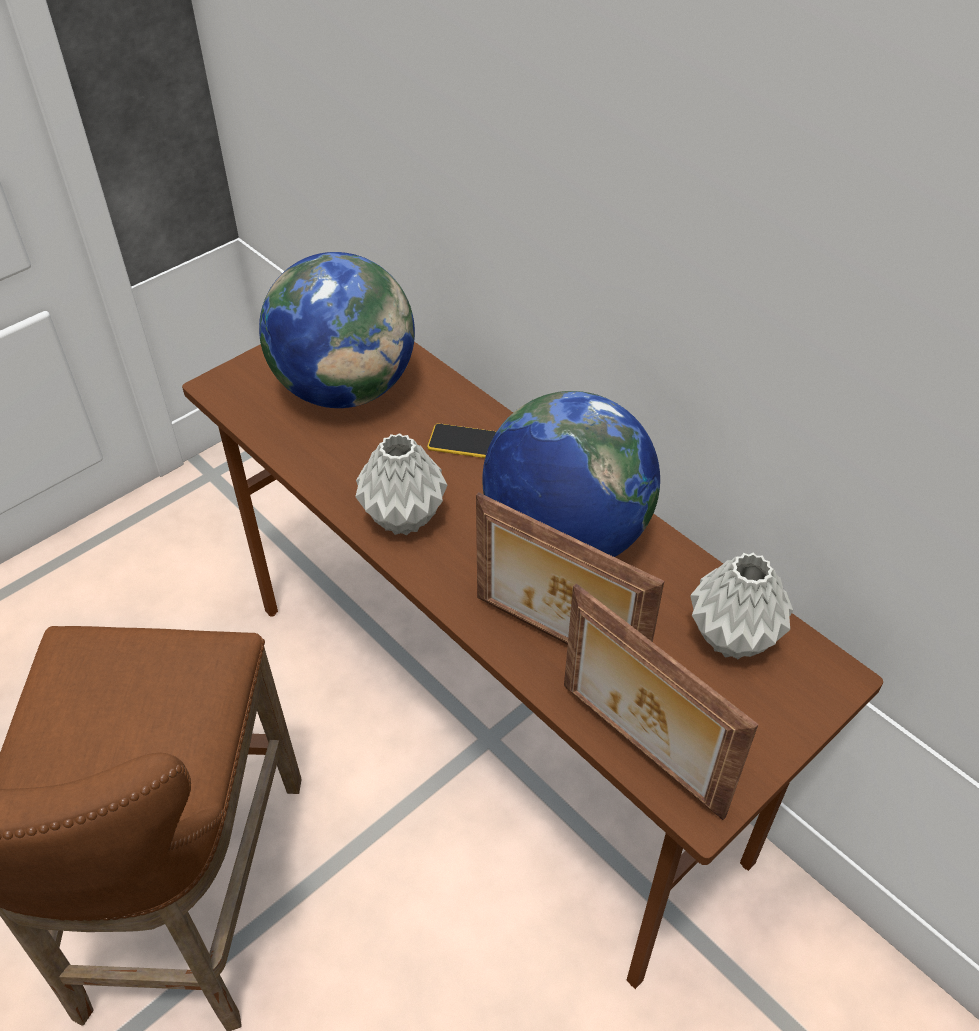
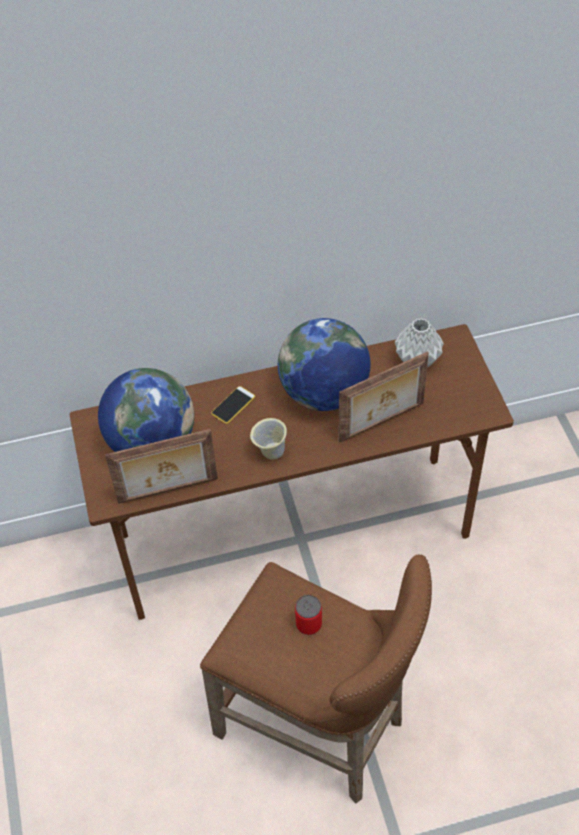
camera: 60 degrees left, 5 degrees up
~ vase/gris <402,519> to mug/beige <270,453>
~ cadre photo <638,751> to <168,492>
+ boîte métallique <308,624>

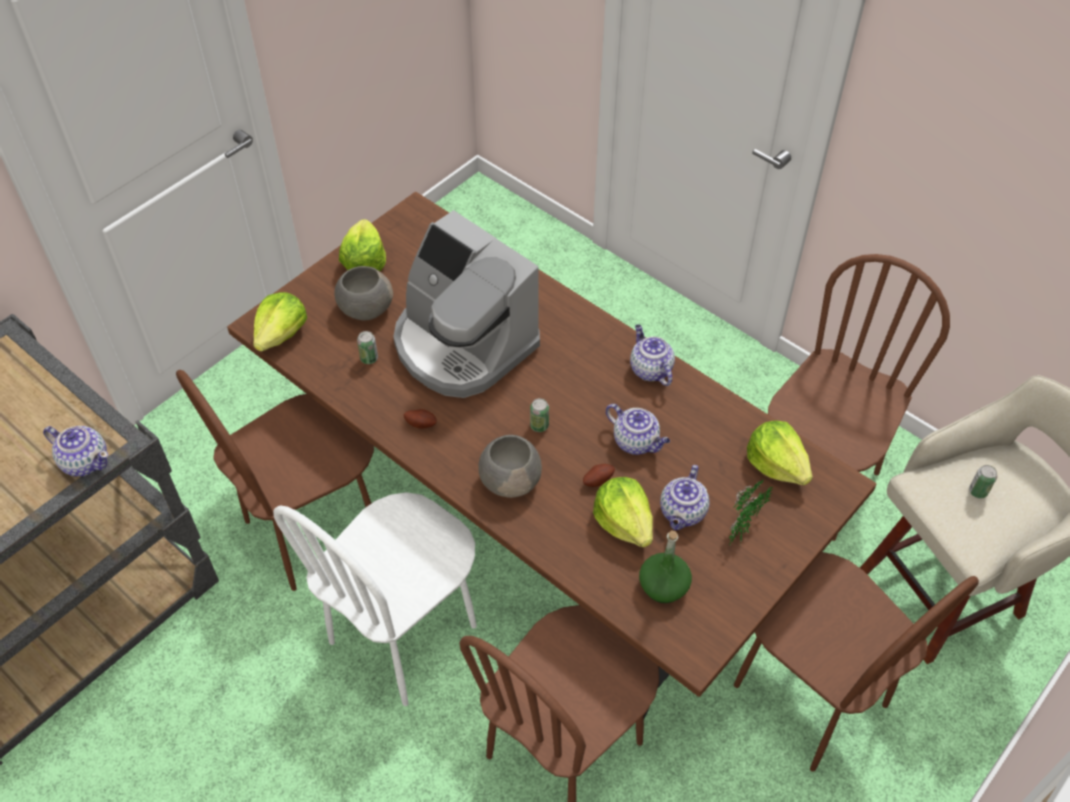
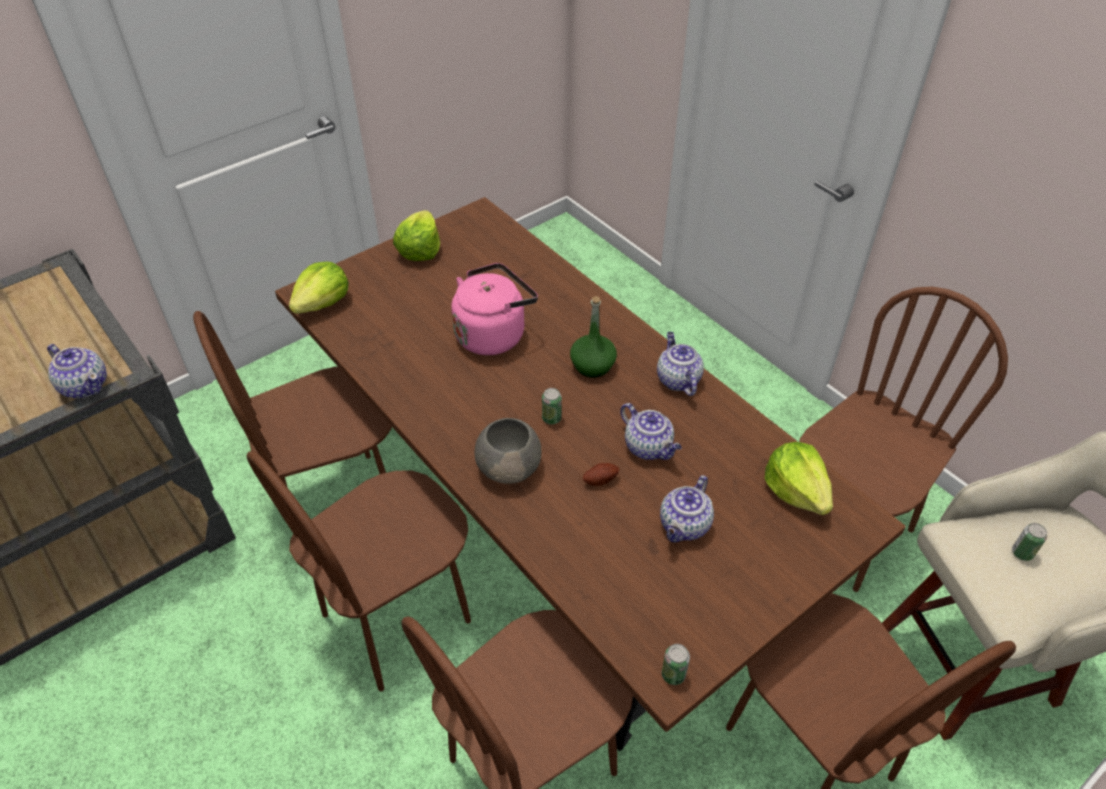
camera: 10 degrees right, 5 degrees down
~ chaise/blanc <404,635> to chaise/marron <397,619>
- bol/gris <365,308>
~ boîte métallique <369,358> to <673,674>
~ machine à café <462,345> to bouilloire/rose <493,334>
- pomme de terre <421,423>
- laitue <624,522>
~ bouteille/vert <664,586> to <593,366>
- plante en pot <742,527>

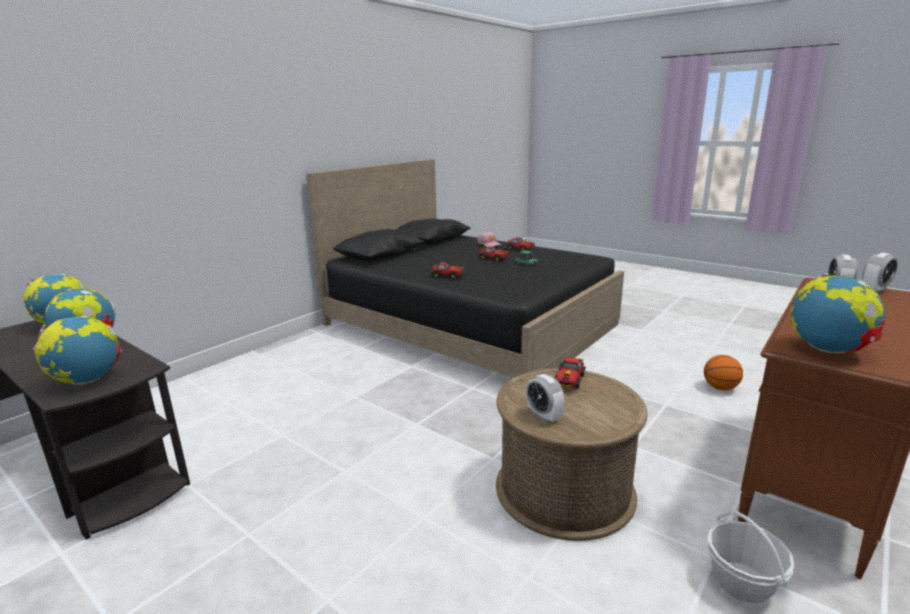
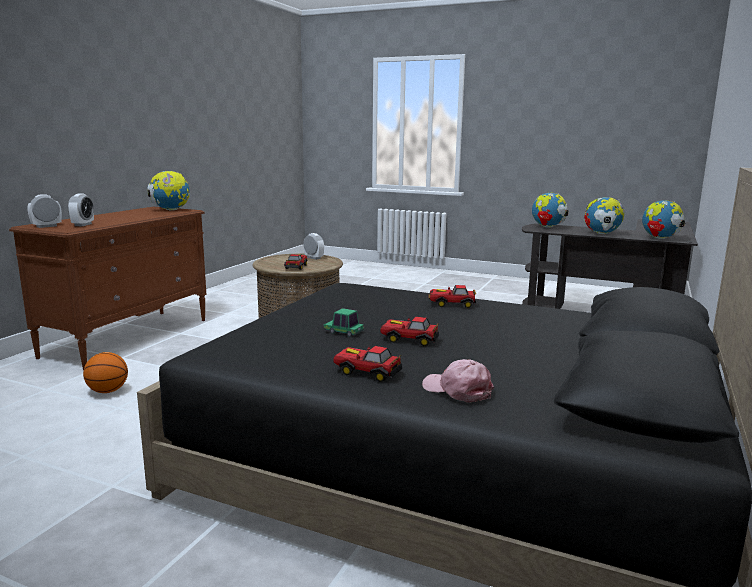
camera: 165 degrees right, 5 degrees down
- panier <742,582>

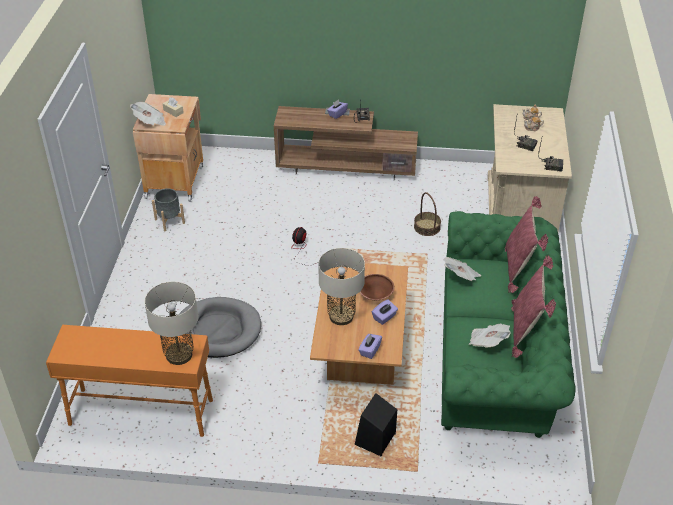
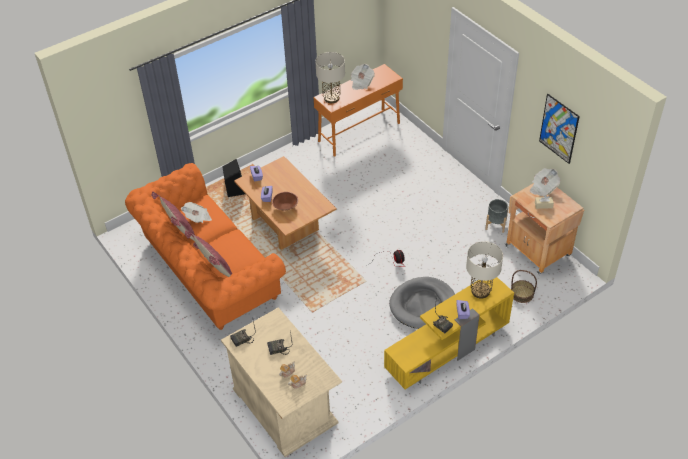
camera: 140 degrees right, 5 degrees up
~ panier pour chien/gris <217,330> to <422,305>
~ meuble télé/marron <347,167> to meuble télé/jaune <446,348>
~ lampe de table <341,316> to <480,291>
~ panier <427,227> to <522,294>
~ canapé/vert <497,356> to canapé/orange <208,271>
~ journal <461,276> to <361,83>
+ tableau <559,128>

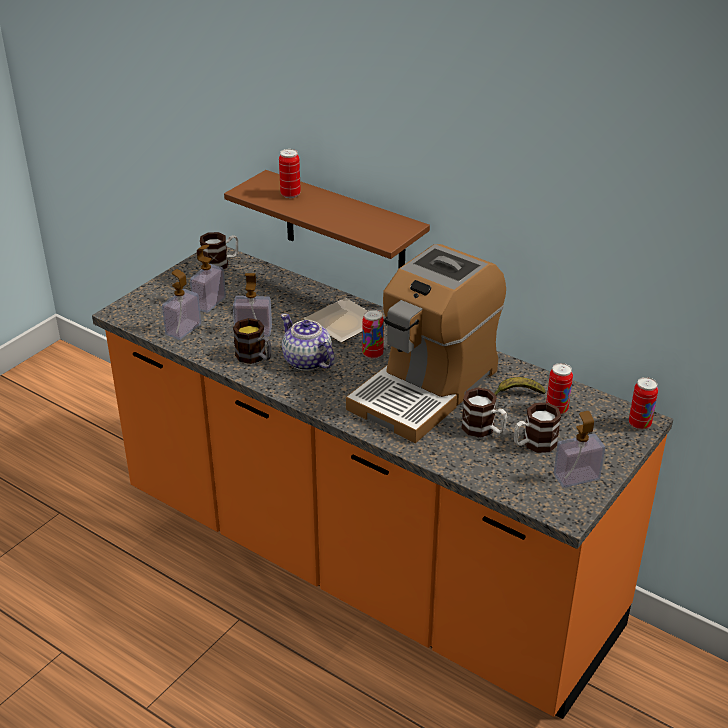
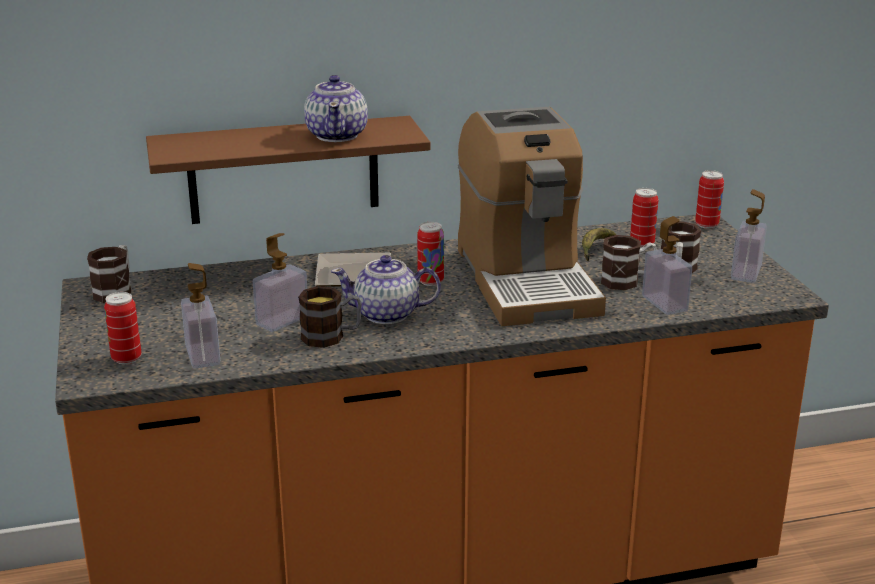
camera: 50 degrees left, 10 degrees down
~ distributeur de savon <209,303> to <664,303>
~ boîte métallique <290,194> to <126,358>
+ théière <337,135>

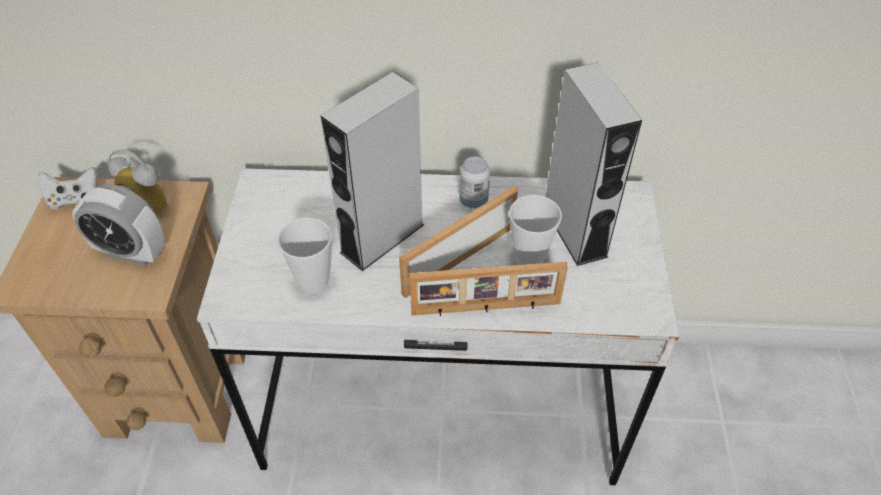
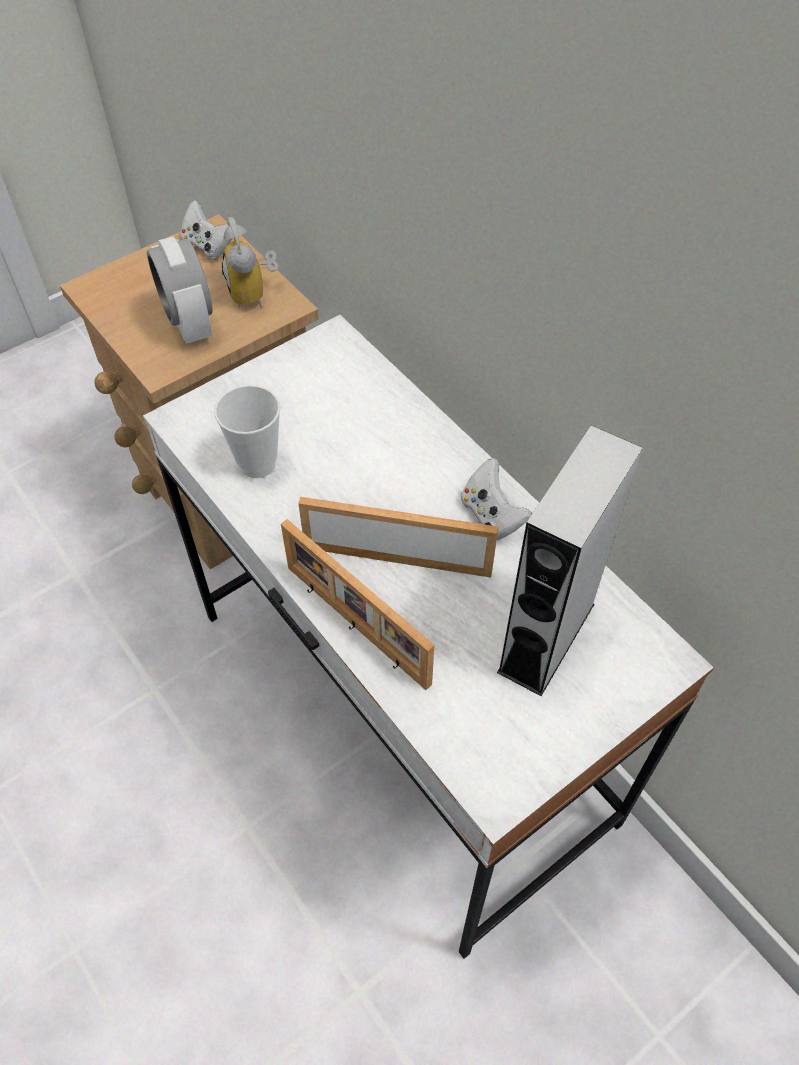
camera: 50 degrees right, 5 degrees up
- enceinte/gris <382,238>
~ boîte métallique <473,200> to manette/blanc <491,516>
- tasse <529,258>

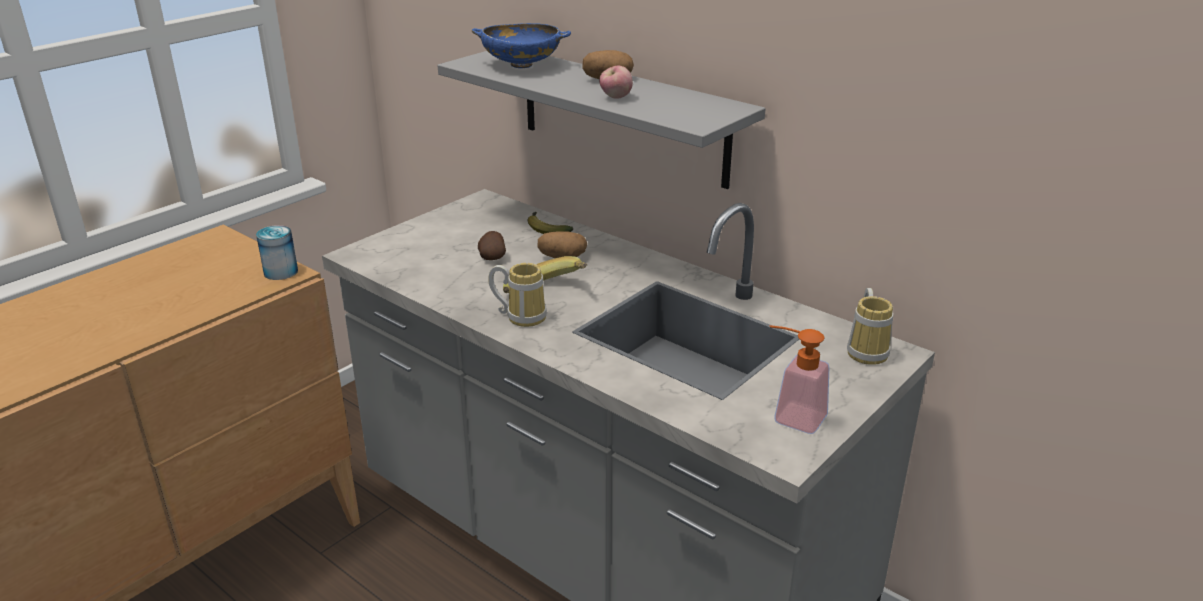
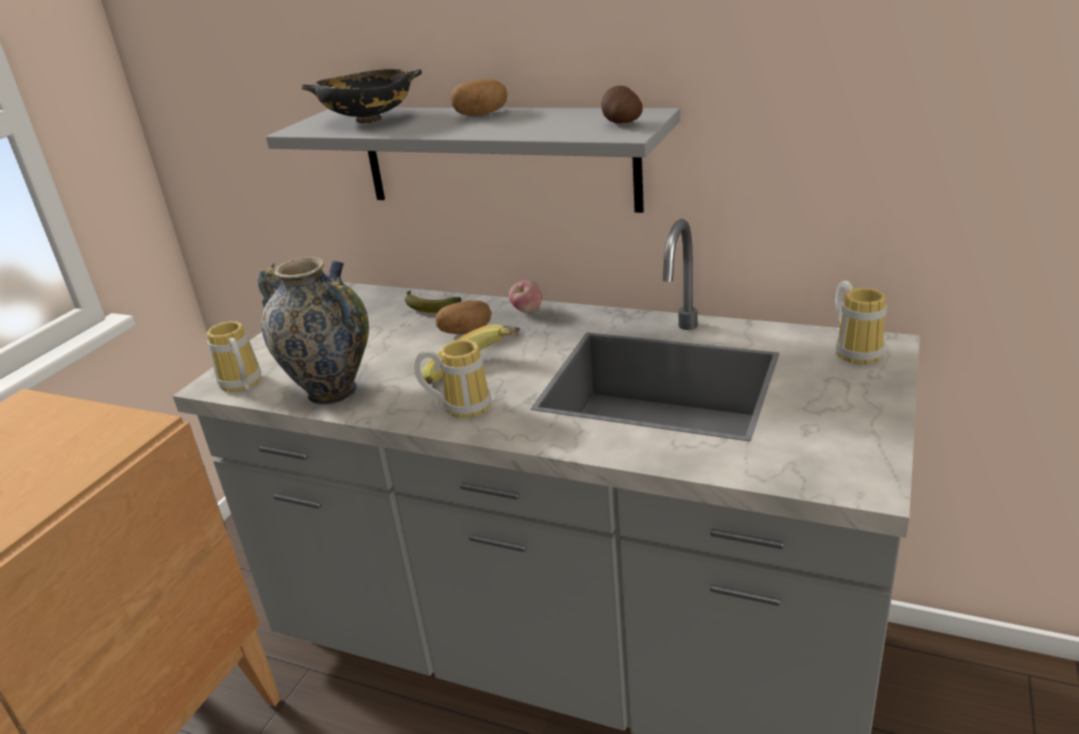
camera: 15 degrees left, 0 degrees up
- boîte métallique <281,272>
~ bol/bleu <521,65> to bol/noir <369,120>
~ pomme de terre <492,257> to <620,123>
~ pomme <616,98> to <527,311>
- distributeur de savon <791,416>
+ mug <240,385>
+ vase <331,391>

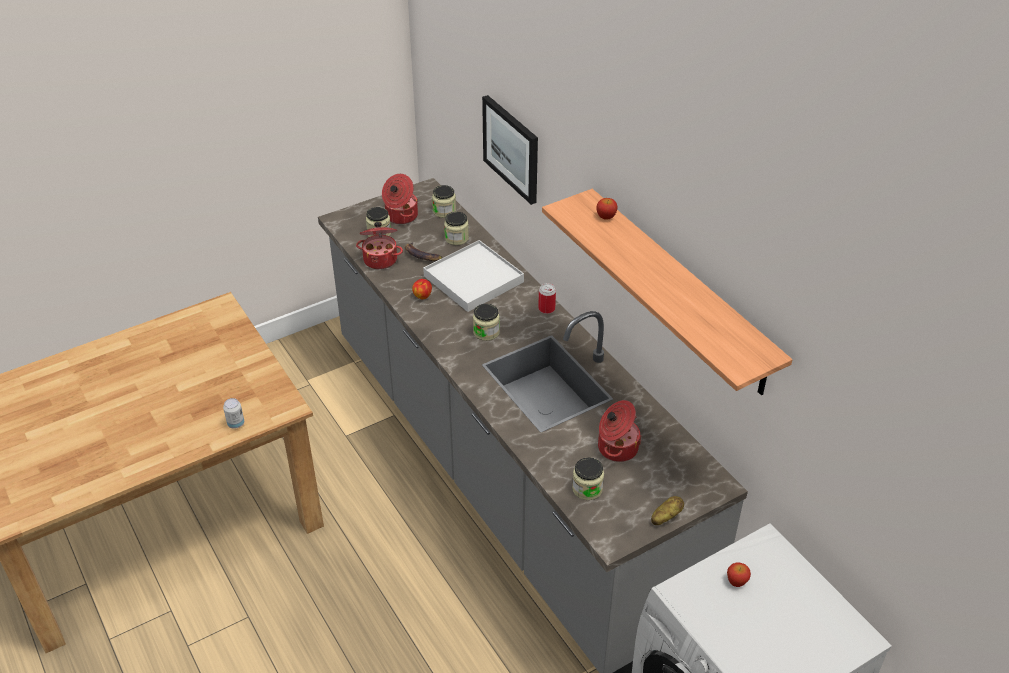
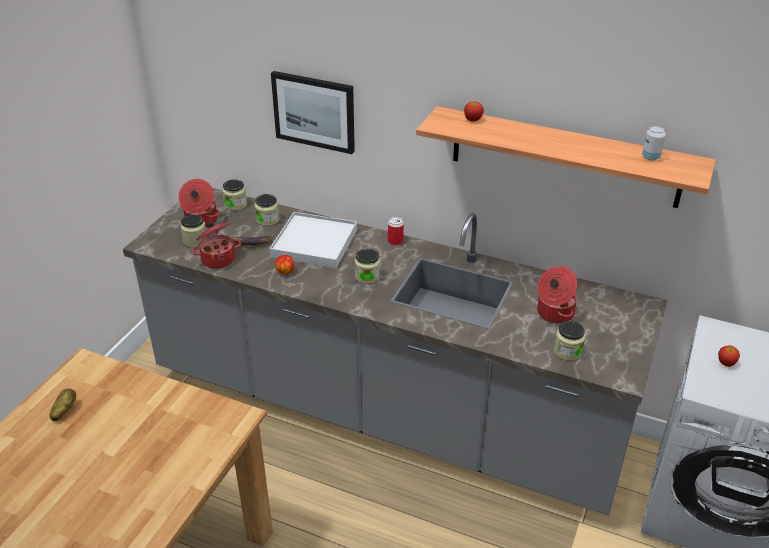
camera: 35 degrees left, 5 degrees down
~ boîte métallique <236,424> to <650,157>
~ pomme de terre <665,517> to <64,411>

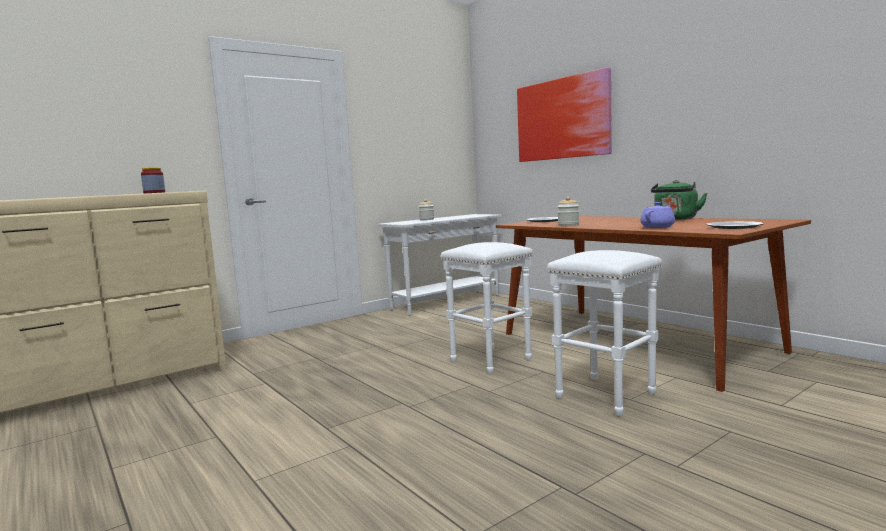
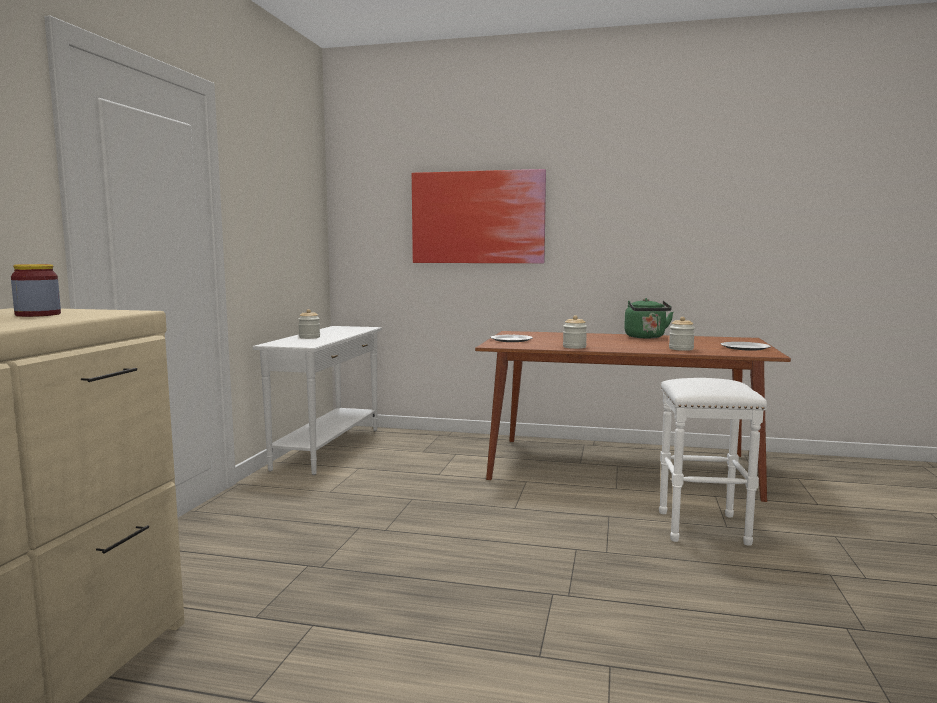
camera: 40 degrees left, 0 degrees up
- tabouret/blanc <488,359>
~ théière/violet <658,227> to bocal <681,349>

